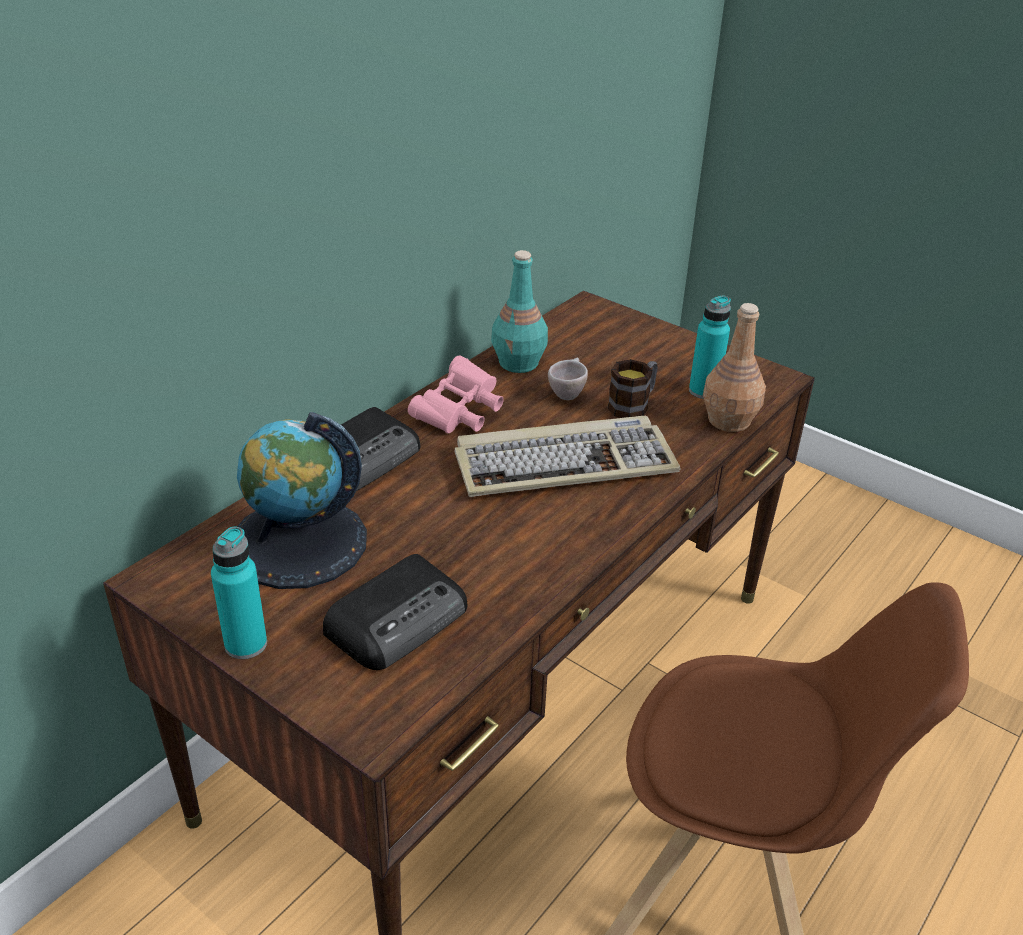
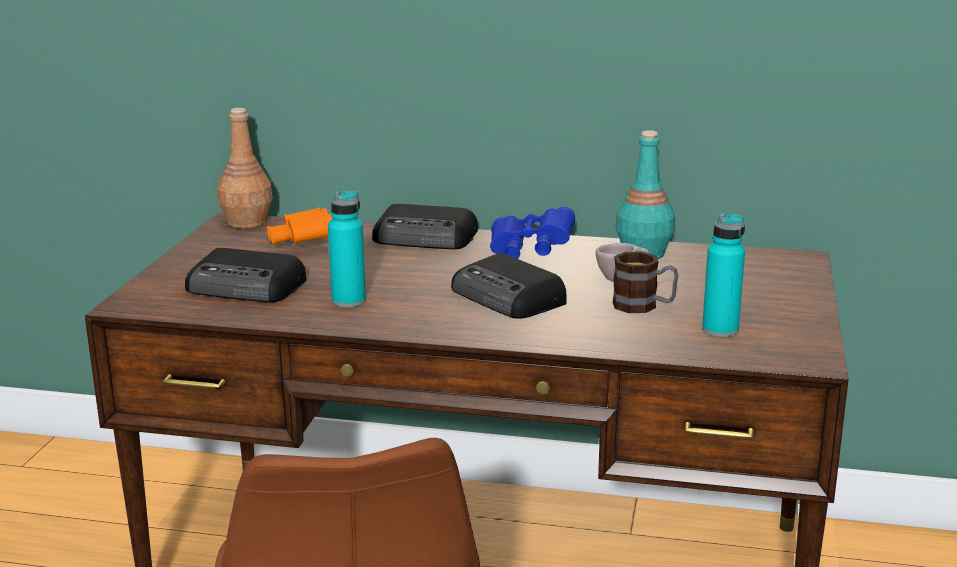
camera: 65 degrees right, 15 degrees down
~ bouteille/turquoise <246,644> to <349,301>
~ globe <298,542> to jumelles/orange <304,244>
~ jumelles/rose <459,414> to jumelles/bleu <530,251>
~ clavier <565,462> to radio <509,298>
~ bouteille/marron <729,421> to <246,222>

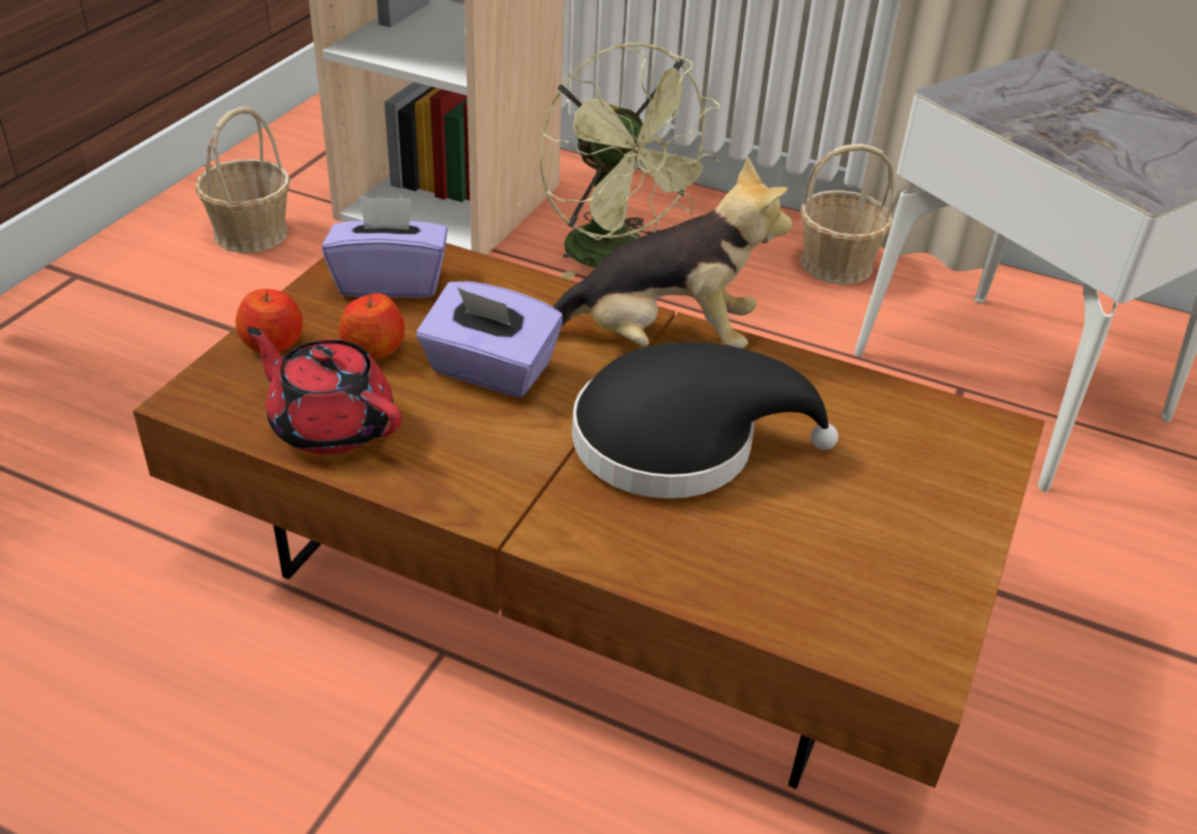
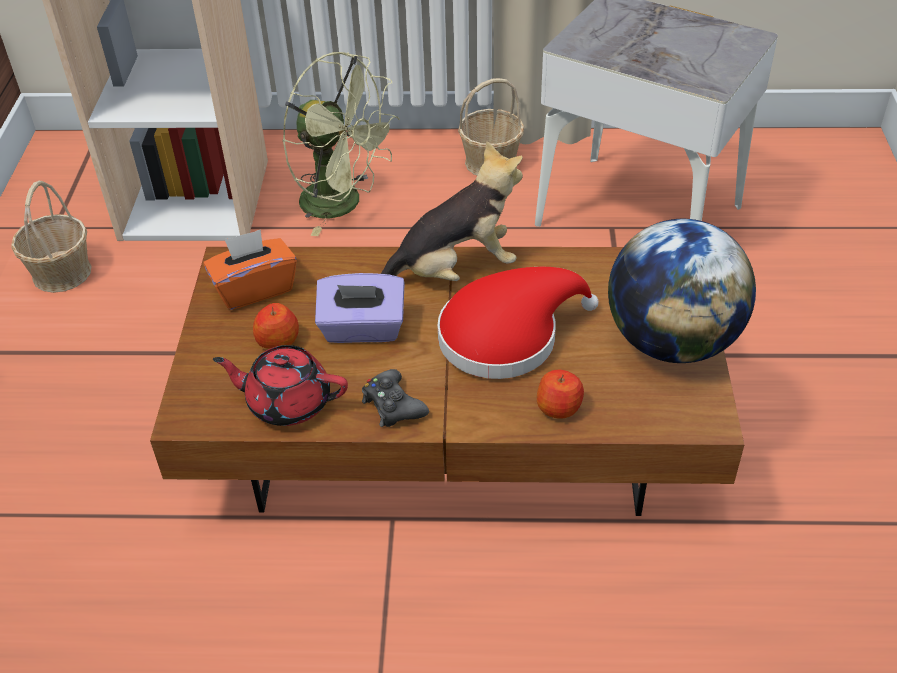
camera: 20 degrees left, 5 degrees up
~ pomme <273,343> to <559,407>
~ boîte à mouchoirs/violet <390,282> to boîte à mouchoirs/orange <254,288>
~ chapeau/noir <679,442> to chapeau/rouge <506,335>
+ manette/noir <393,405>
+ globe <671,341>

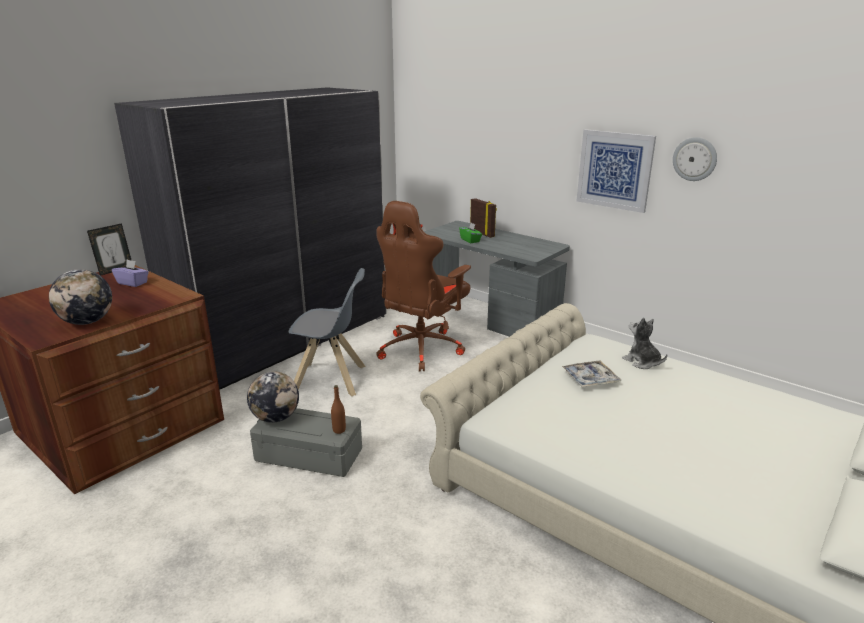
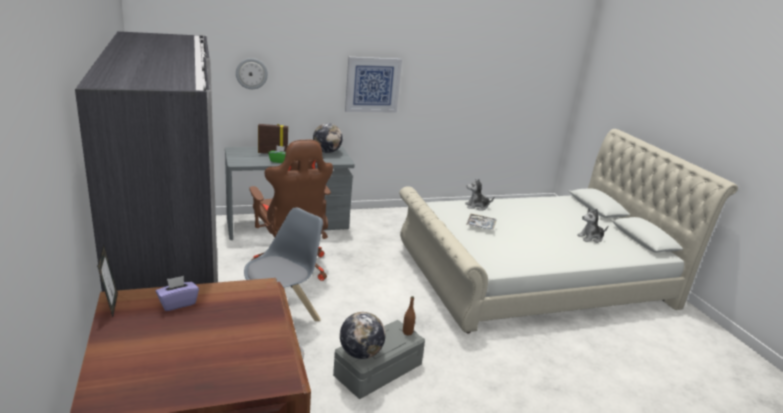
camera: 60 degrees left, 0 degrees up
~ globe <87,322> to <327,152>
~ horloge murale <694,159> to <251,73>
+ peluche <590,238>

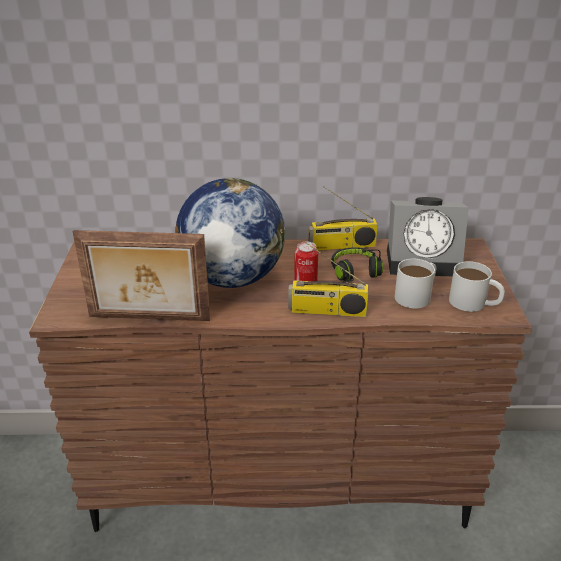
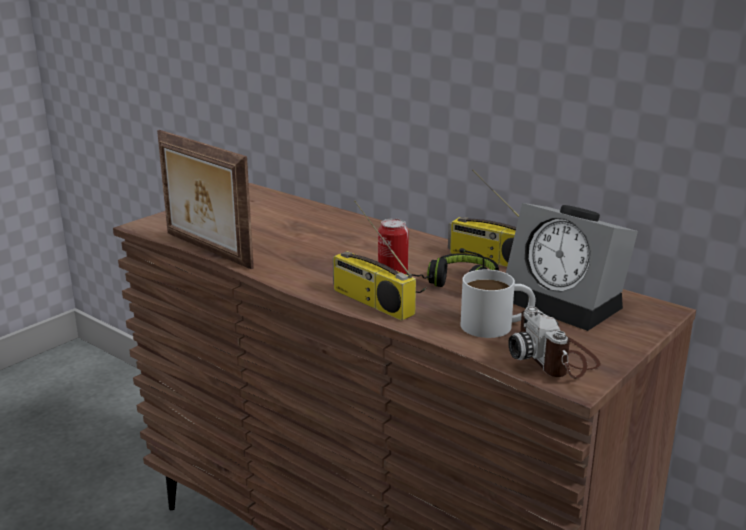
camera: 40 degrees right, 10 degrees down
- globe <231,278>
~ mug/blanc <474,303> to appareil photo <555,358>

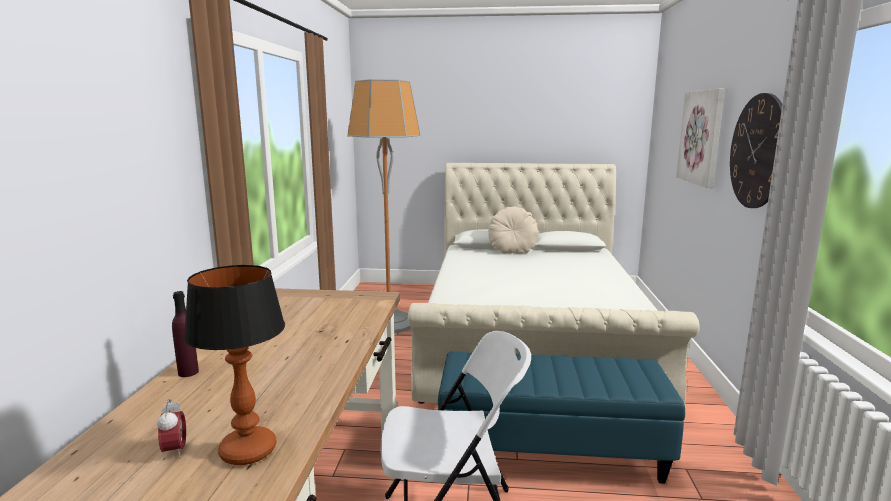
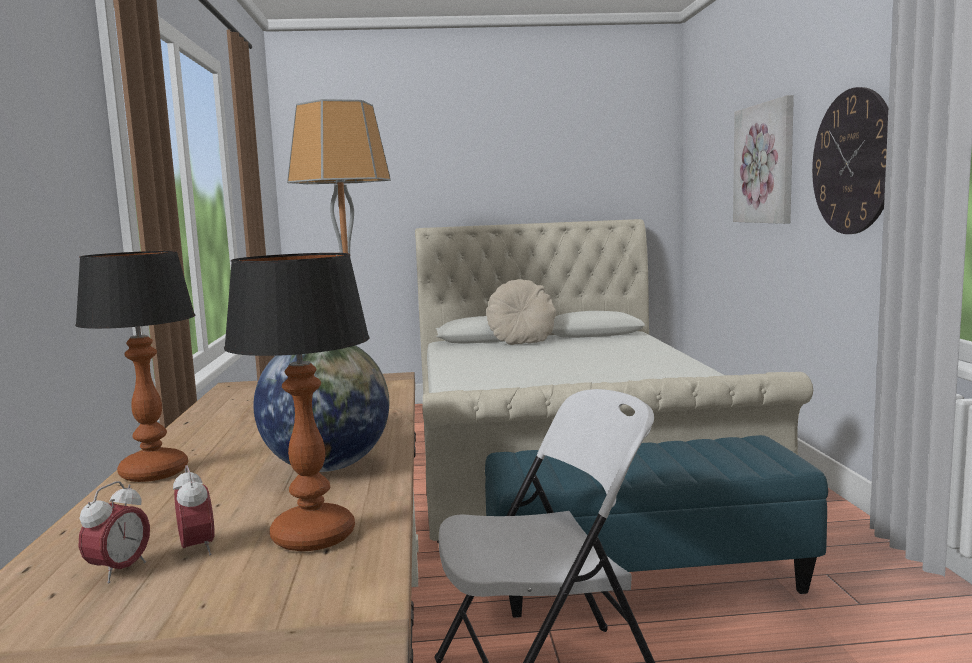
camera: 10 degrees left, 5 degrees down
~ bouteille/violet <188,372> to lampe de table <153,472>
+ réveil <119,571>
+ globe <327,467>

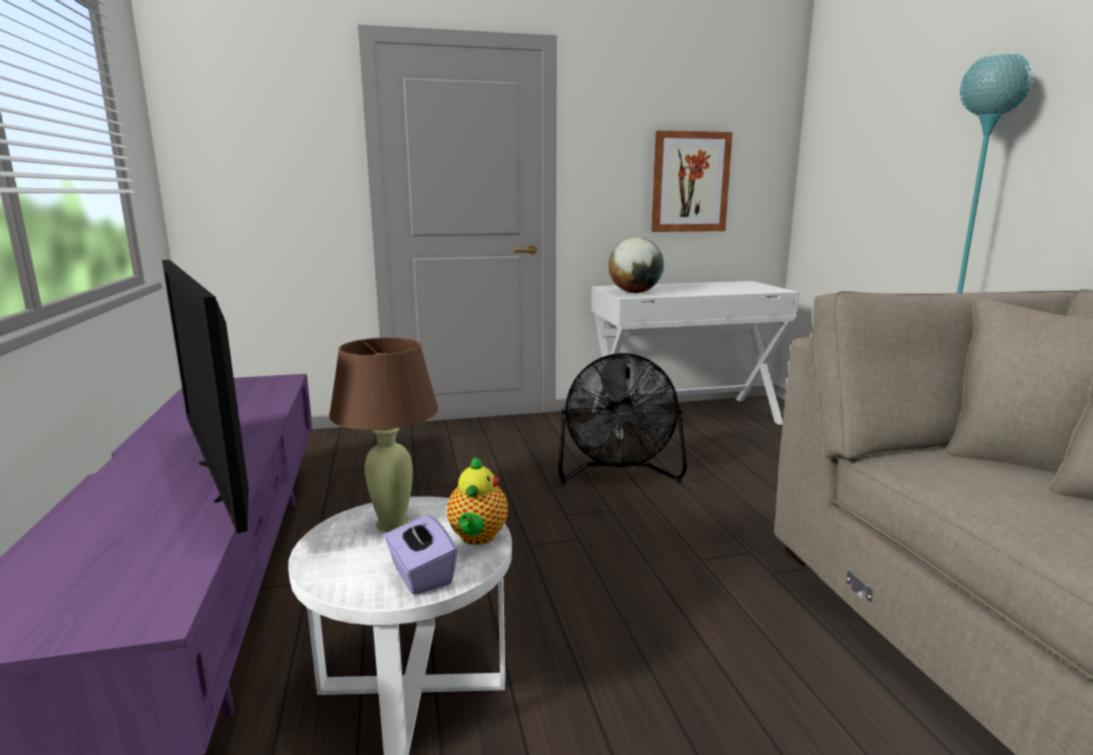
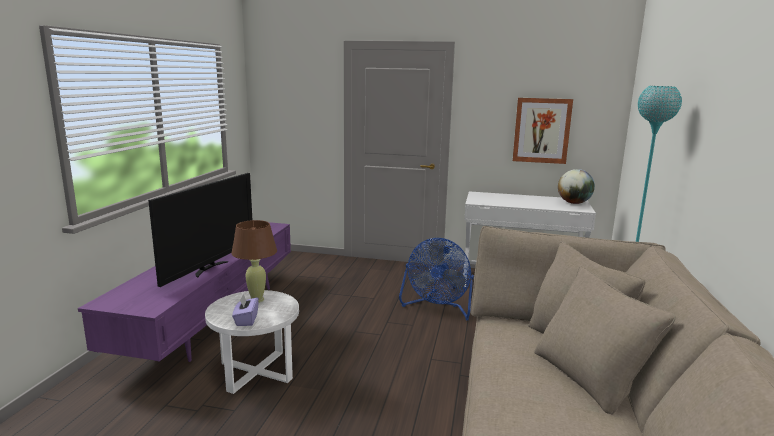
camera: 25 degrees right, 0 degrees up
~ téléviseur <221,479> = <209,268> 150 degrees counterclockwise
- théière <477,538>
~ ventilateur/noir <614,473> to ventilateur/bleu <436,307>
~ globe <635,292> to <574,203>

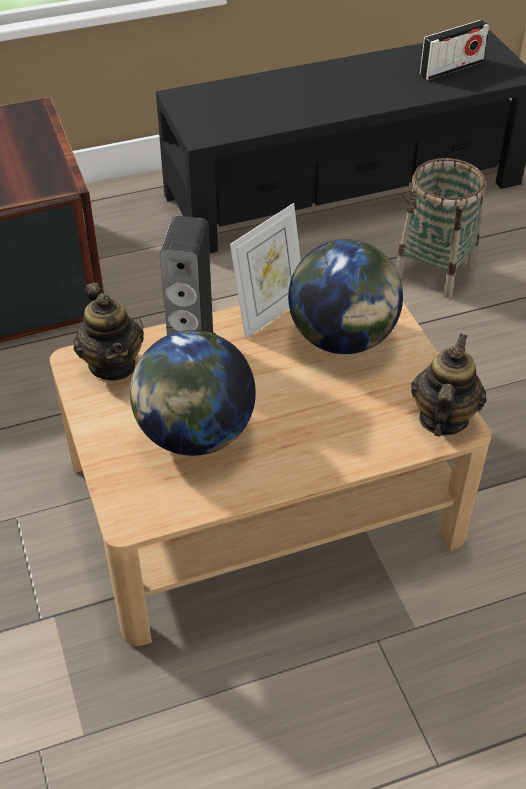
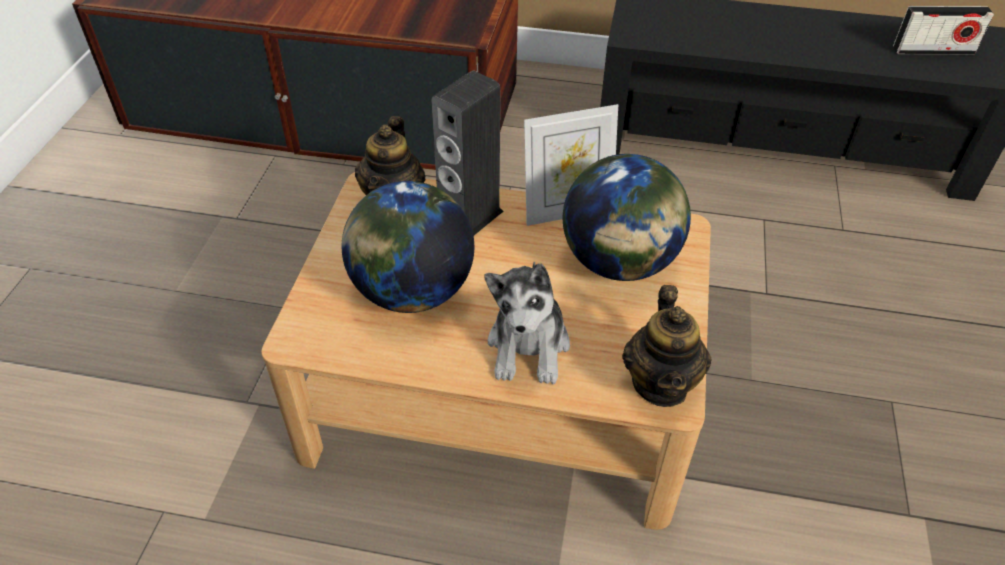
camera: 30 degrees right, 0 degrees up
- panier <435,270>
~ théière <442,418> = <661,383> 135 degrees clockwise
+ peluche <529,346>

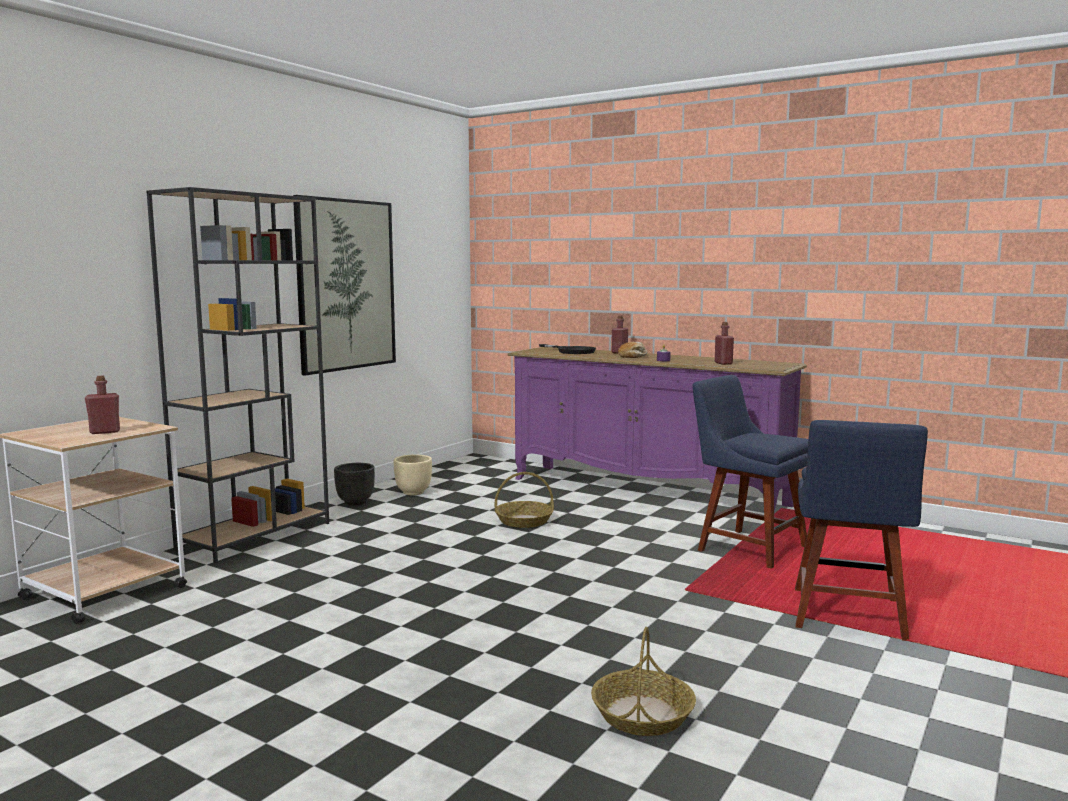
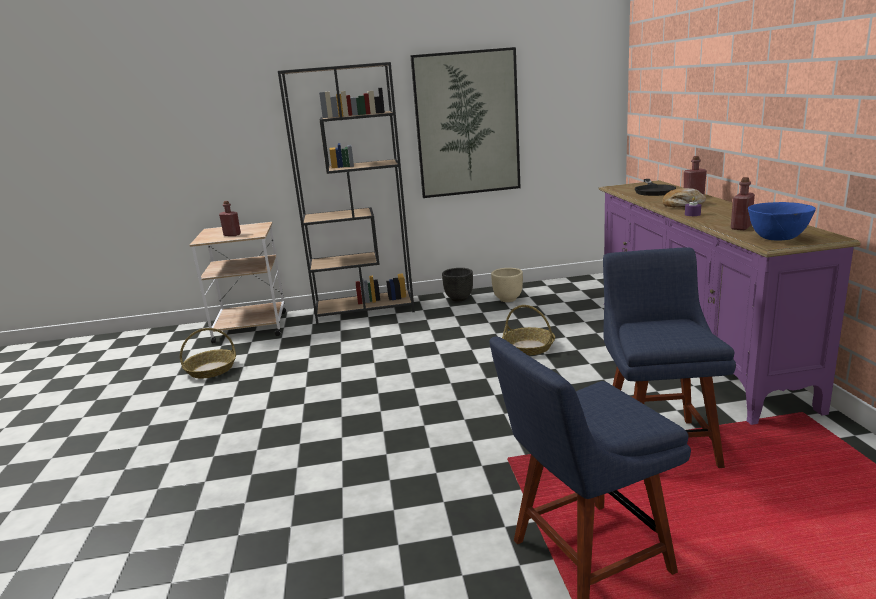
camera: 50 degrees right, 10 degrees up
~ panier <643,715> to <211,370>
+ bol/bleu <777,238>

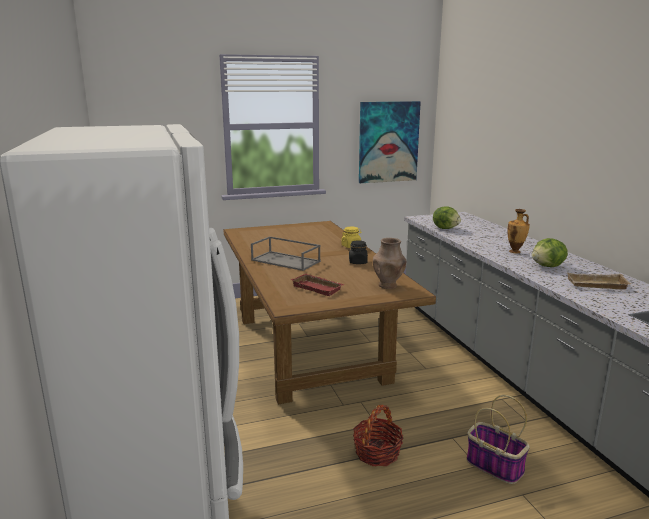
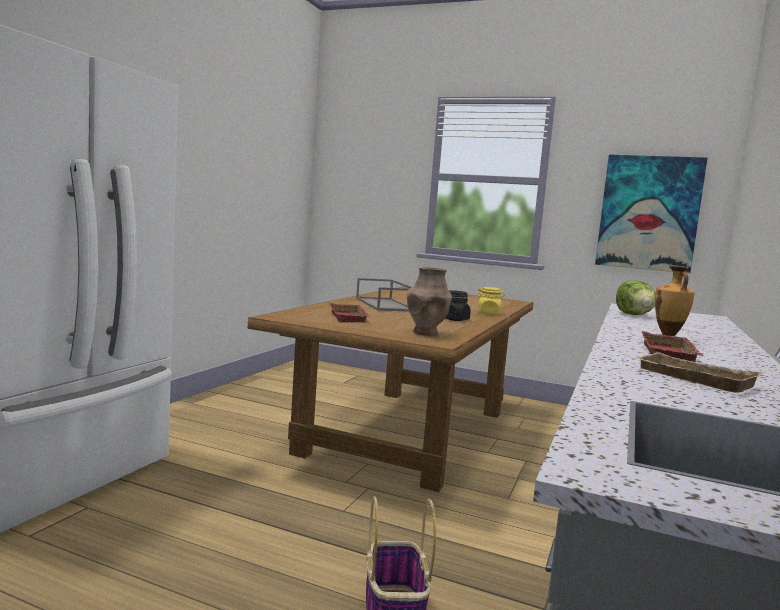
camera: 40 degrees right, 10 degrees down
- panier <377,452>
~ laitue <547,266> to plateau/rouge <671,354>

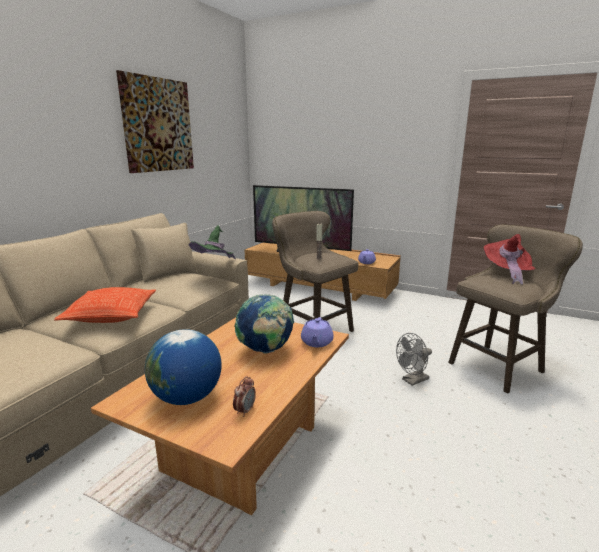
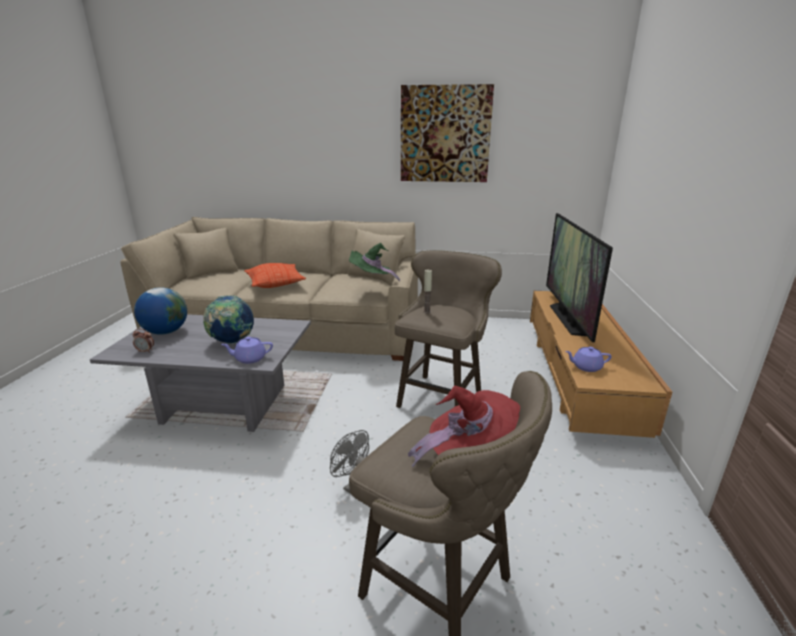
camera: 70 degrees right, 5 degrees up
~ table basse/marron <245,451> to table basse/gris <222,405>

